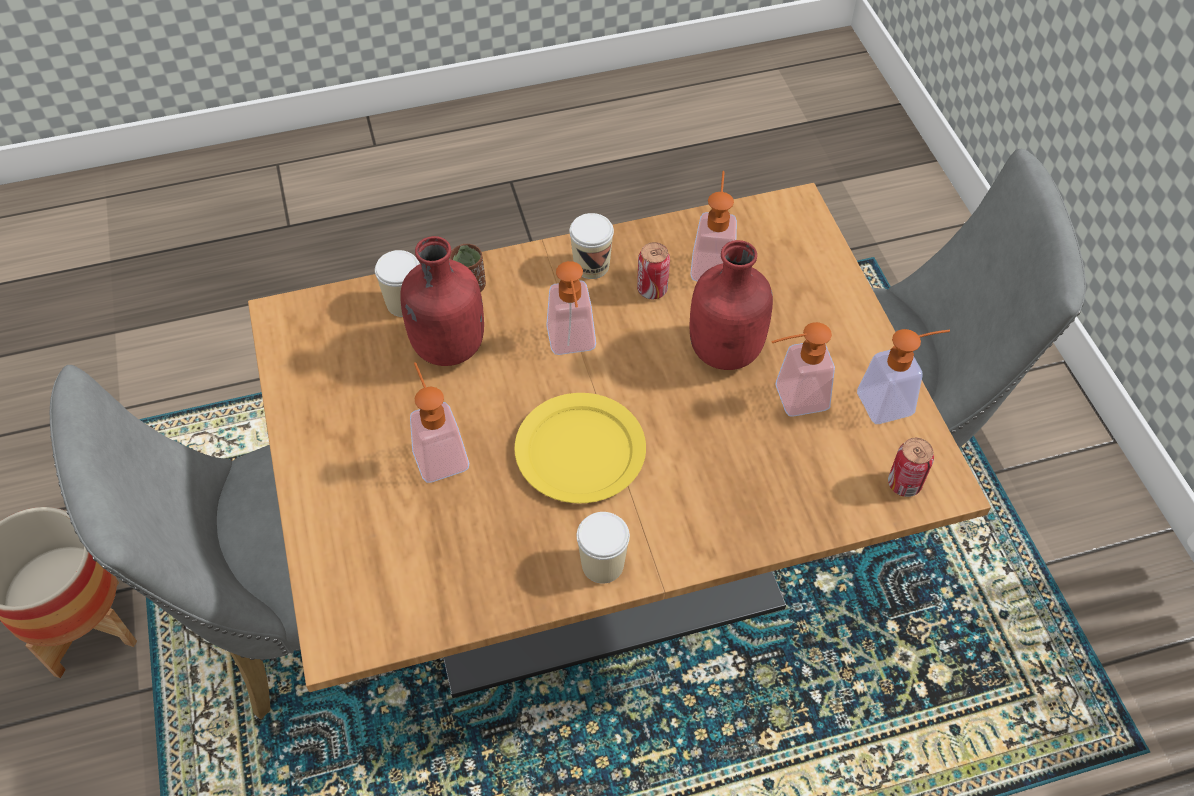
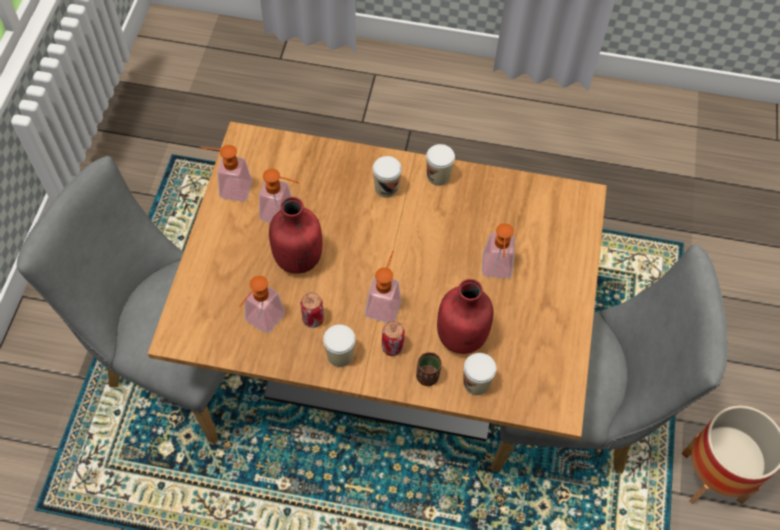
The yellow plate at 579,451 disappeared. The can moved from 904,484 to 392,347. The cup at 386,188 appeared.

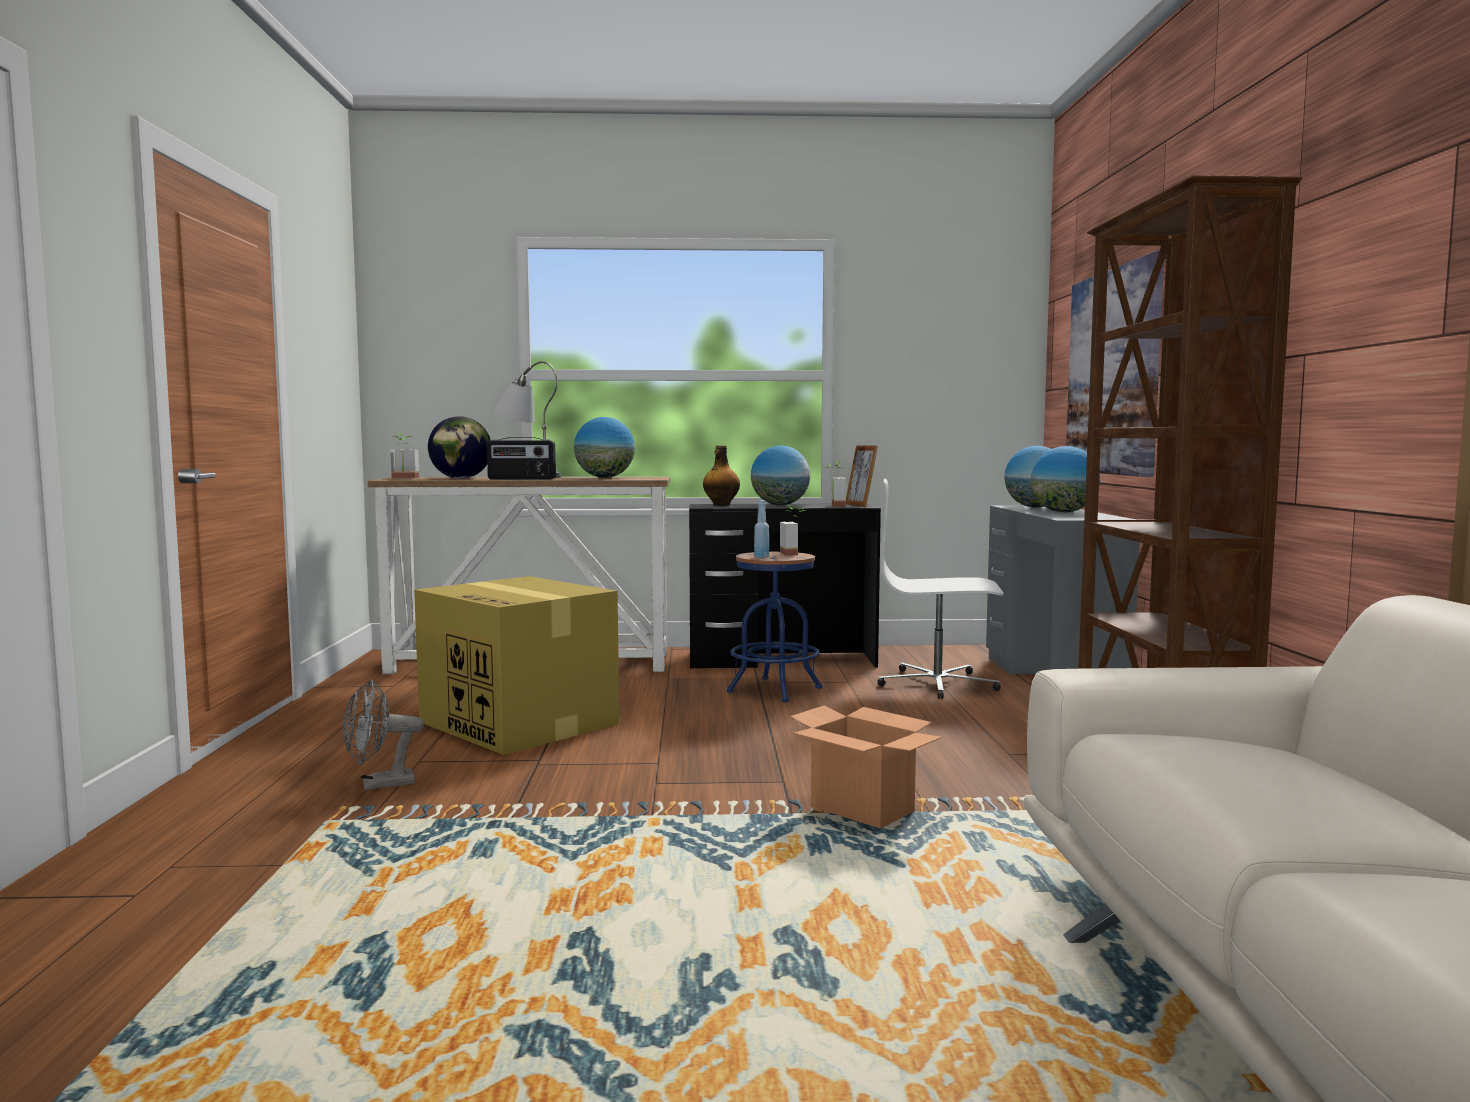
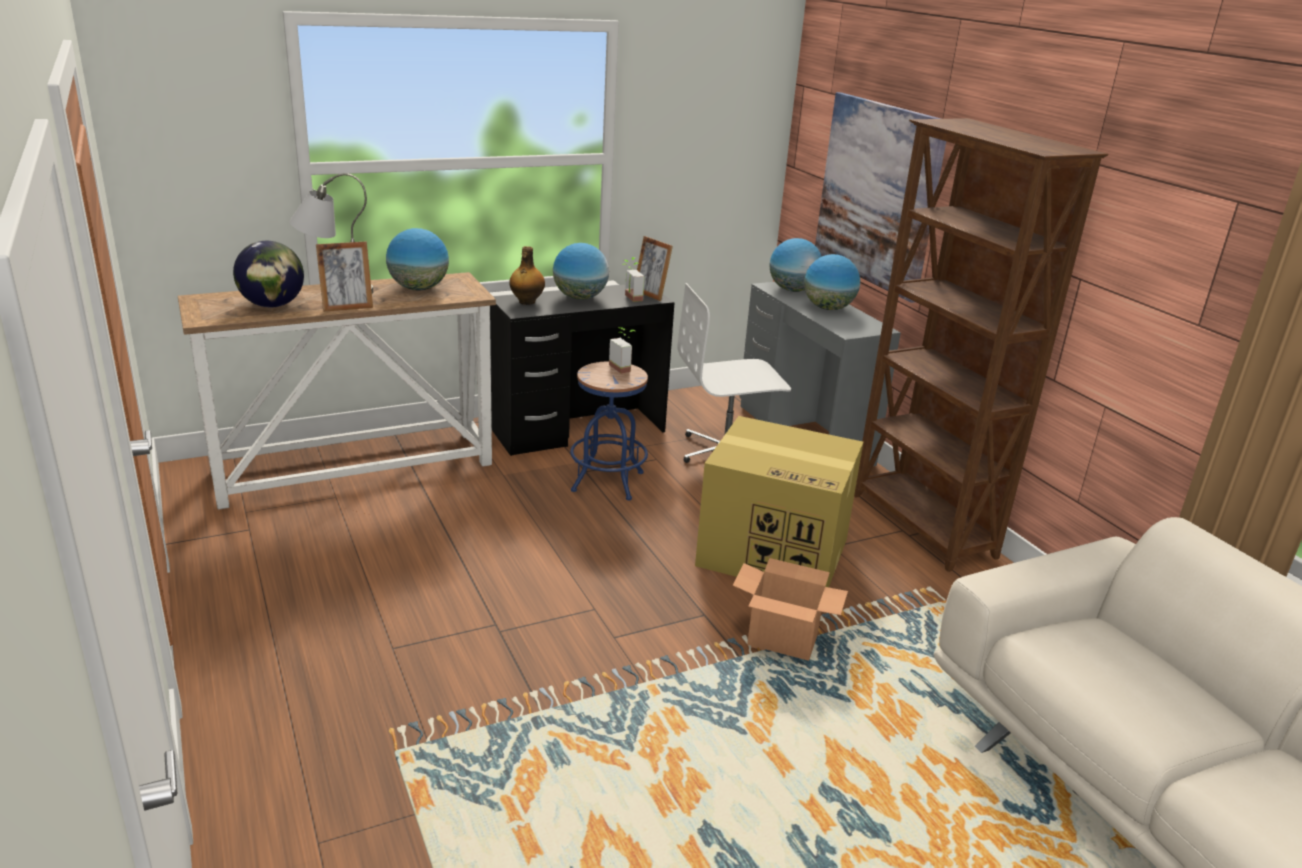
The grey fan at 379,785 disappeared. The potted plant at 403,478 disappeared. The cardboard box moved from 520,723 to 775,552. The radio at 521,479 was replaced by the picture frame at 347,307. The blue bottle at 761,557 disappeared.

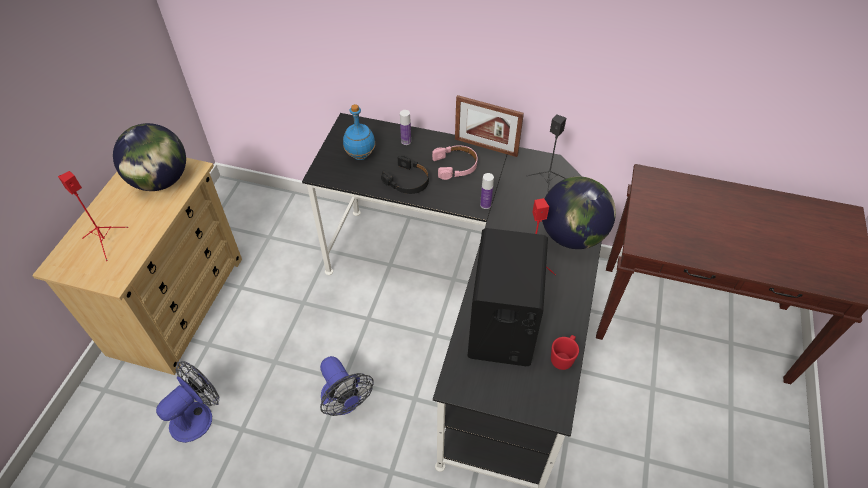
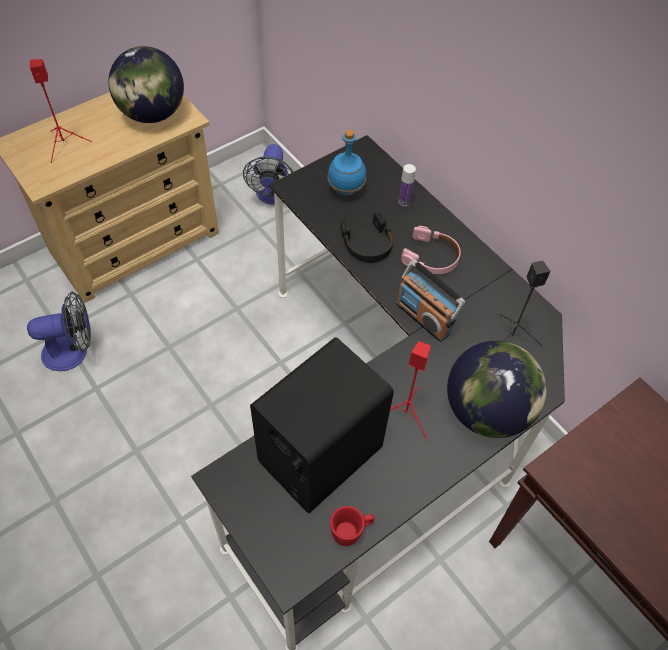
The fan moved from 344,402 to 273,196. The picture frame at 486,147 disappeared. The bottle at 485,205 was replaced by the radio at 424,317.

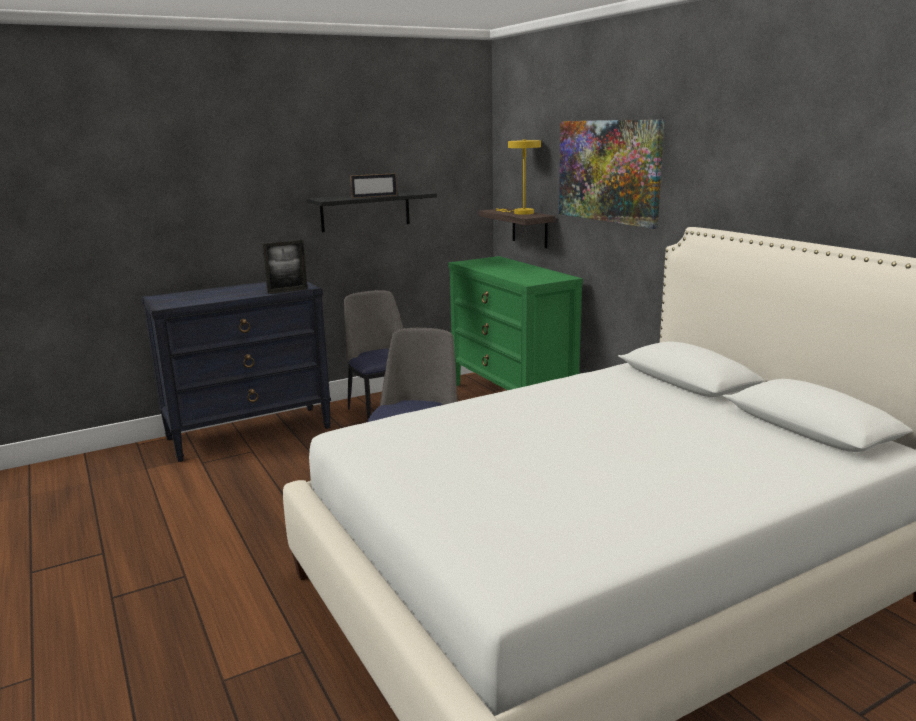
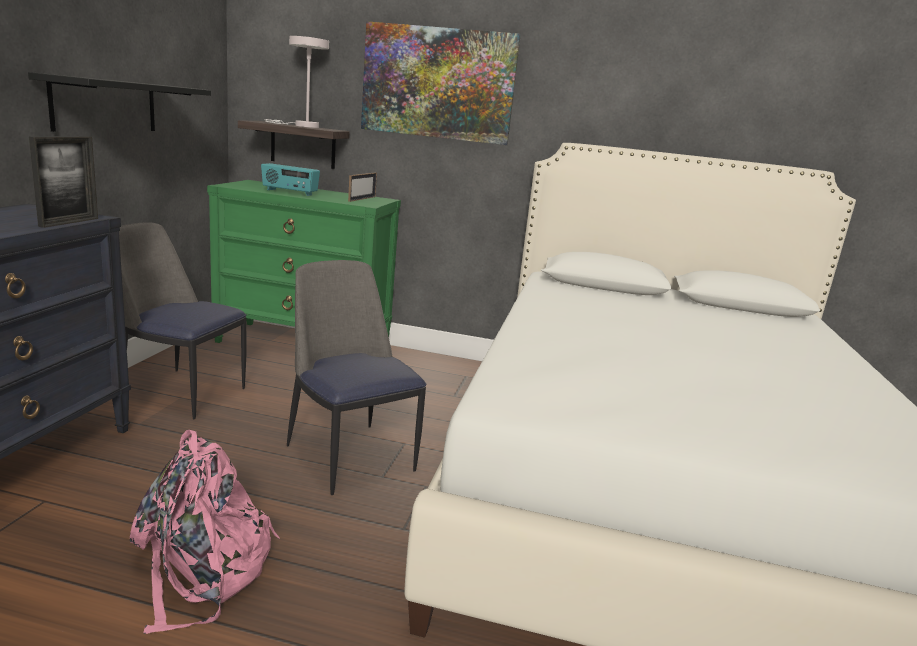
The picture frame moved from 374,196 to 362,199. The yellow table lamp at 520,213 became the white table lamp at 302,126. The pink backpack at 202,570 appeared. The radio at 289,192 appeared.

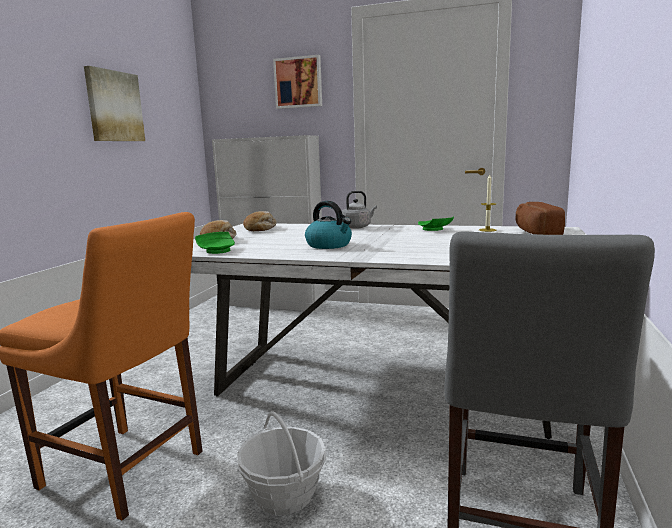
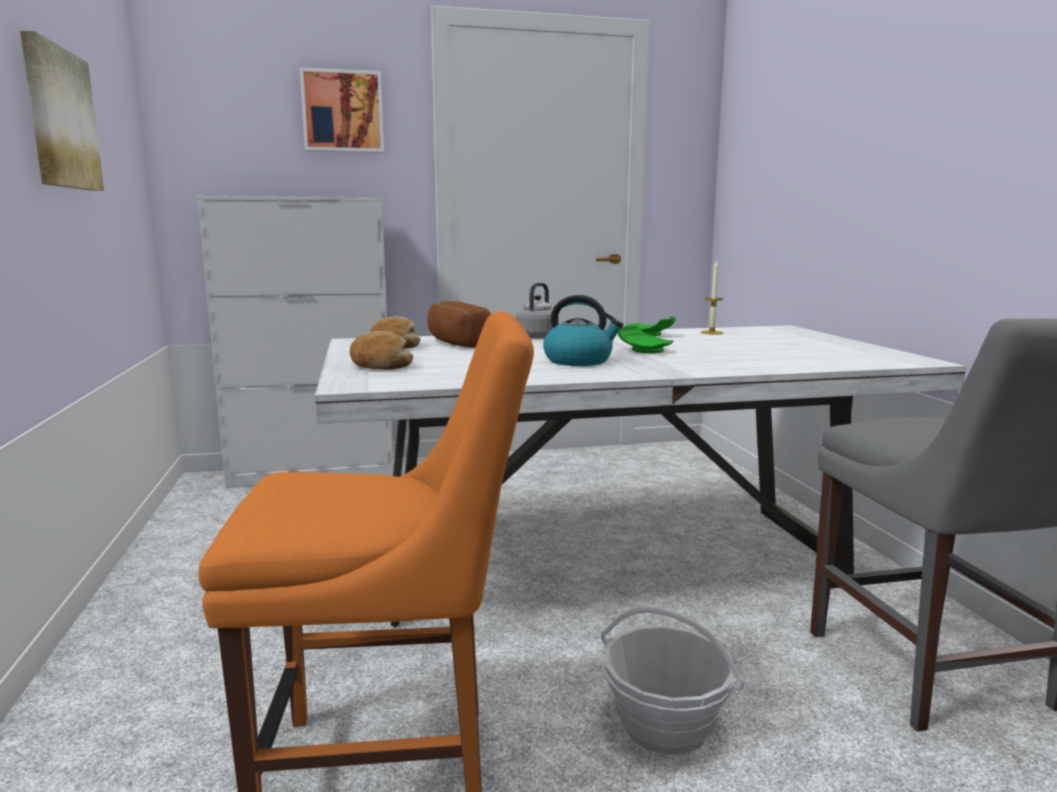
The green plate moved from 217,250 to 643,350. The bread moved from 534,232 to 454,343.

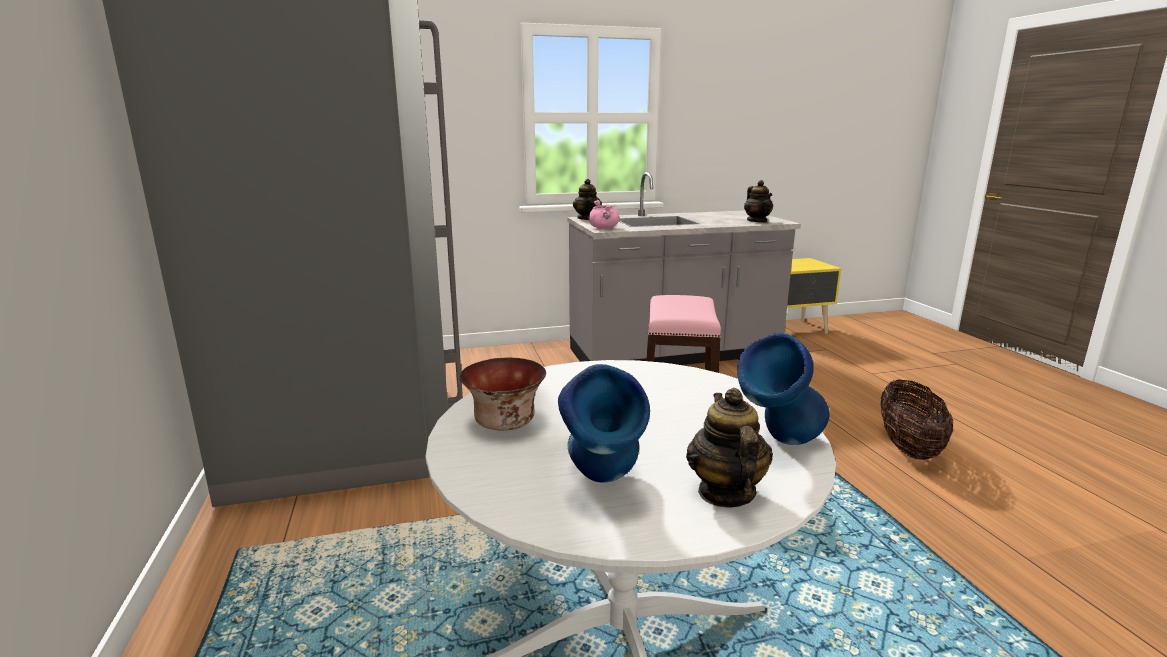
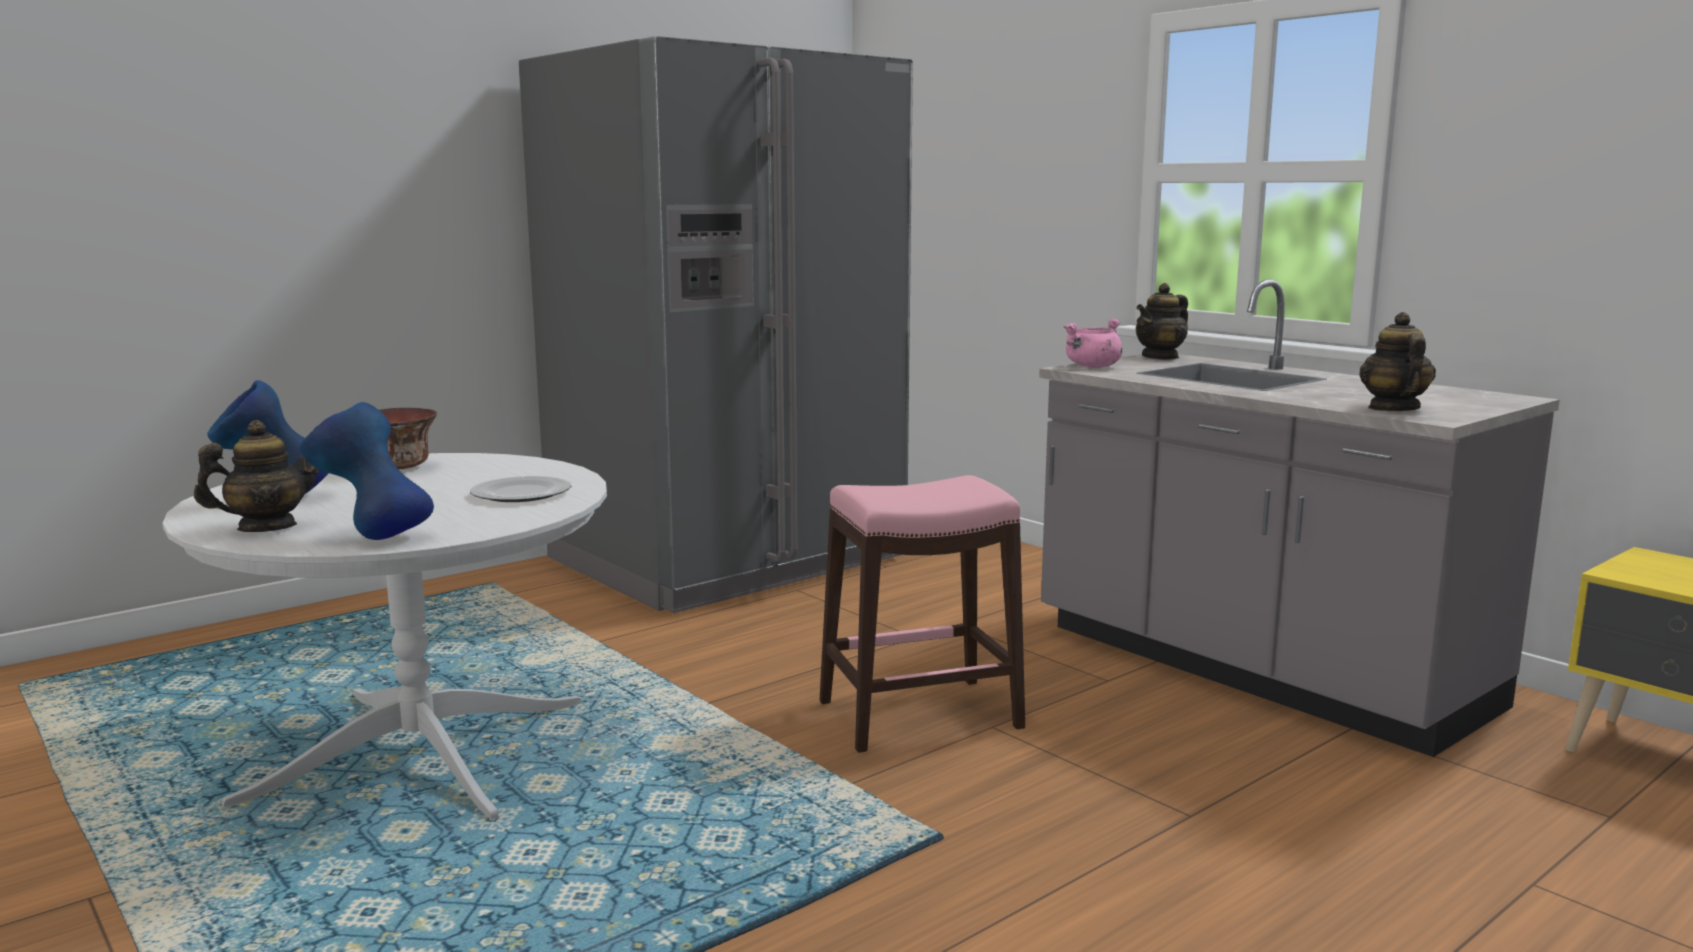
The teapot at 757,221 turned 135 degrees clockwise. The basket at 908,447 disappeared. The plate at 520,493 appeared.

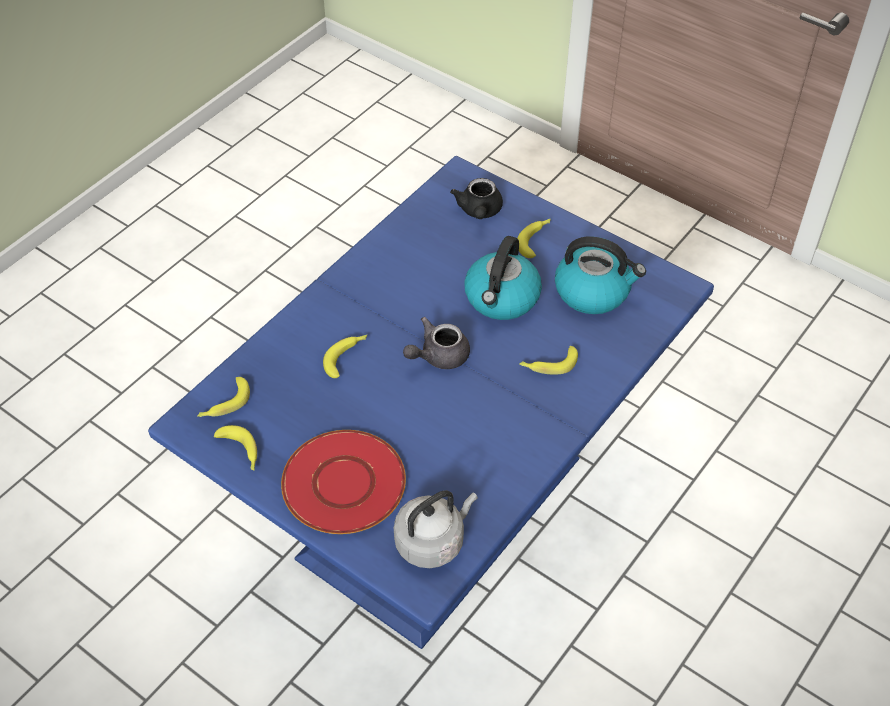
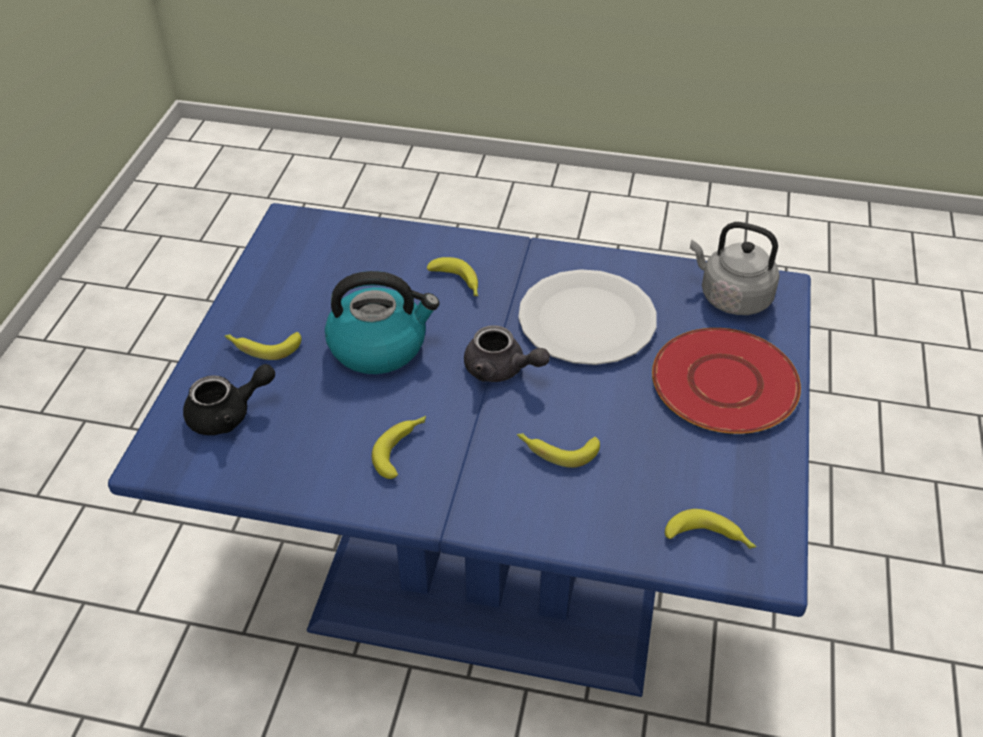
The banana moved from 240,452 to 402,449. The kettle at 593,292 disappeared. The white plate at 587,320 appeared.

